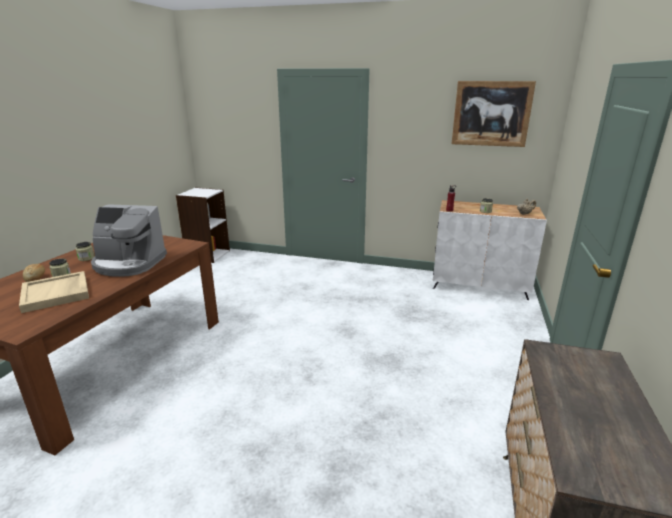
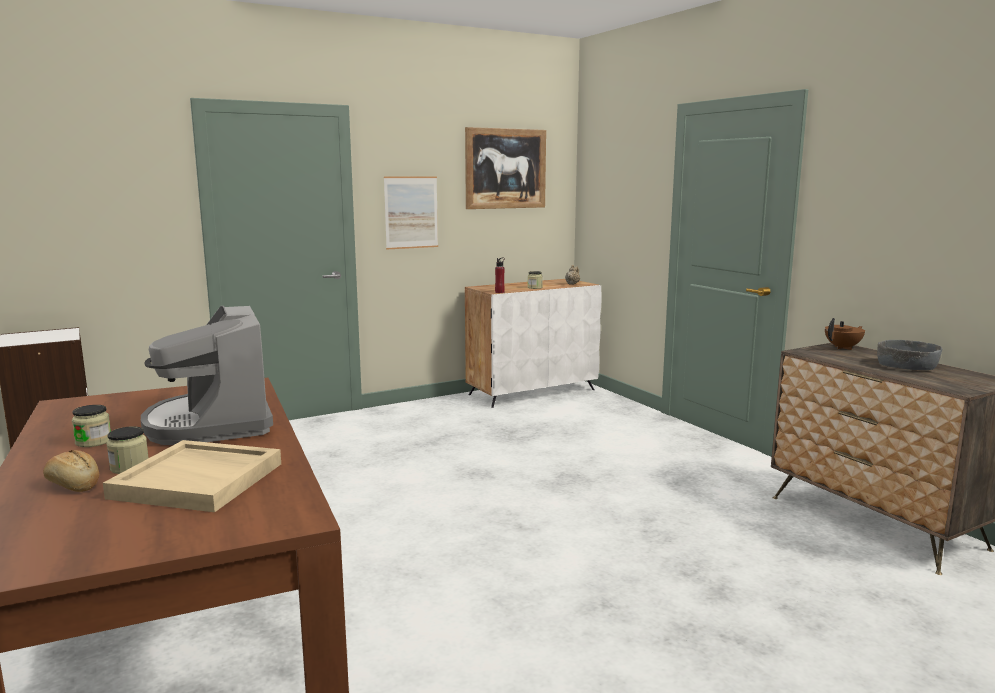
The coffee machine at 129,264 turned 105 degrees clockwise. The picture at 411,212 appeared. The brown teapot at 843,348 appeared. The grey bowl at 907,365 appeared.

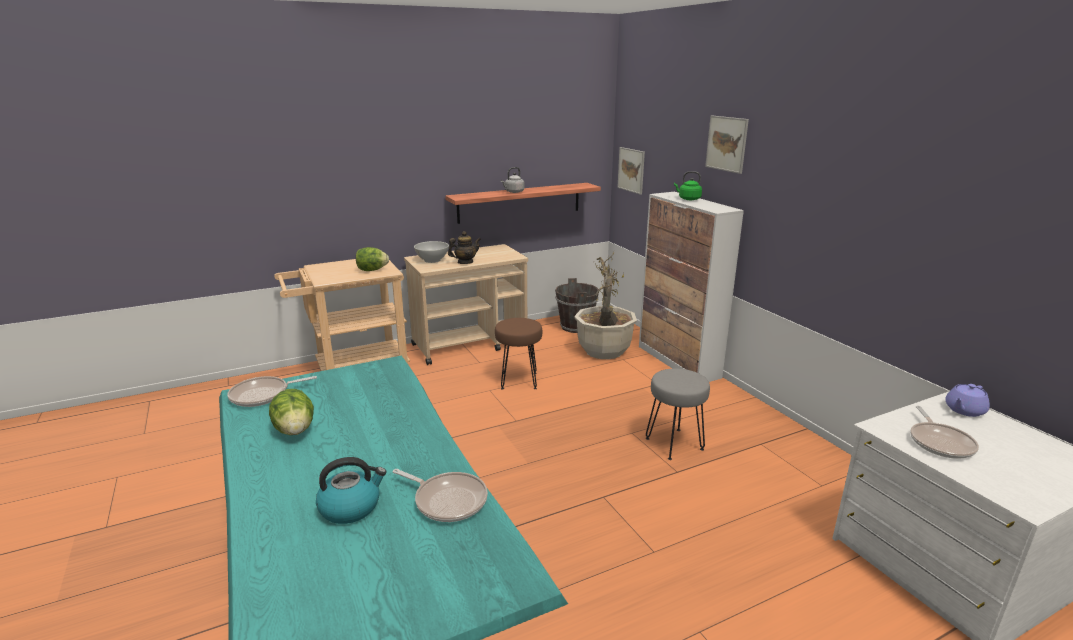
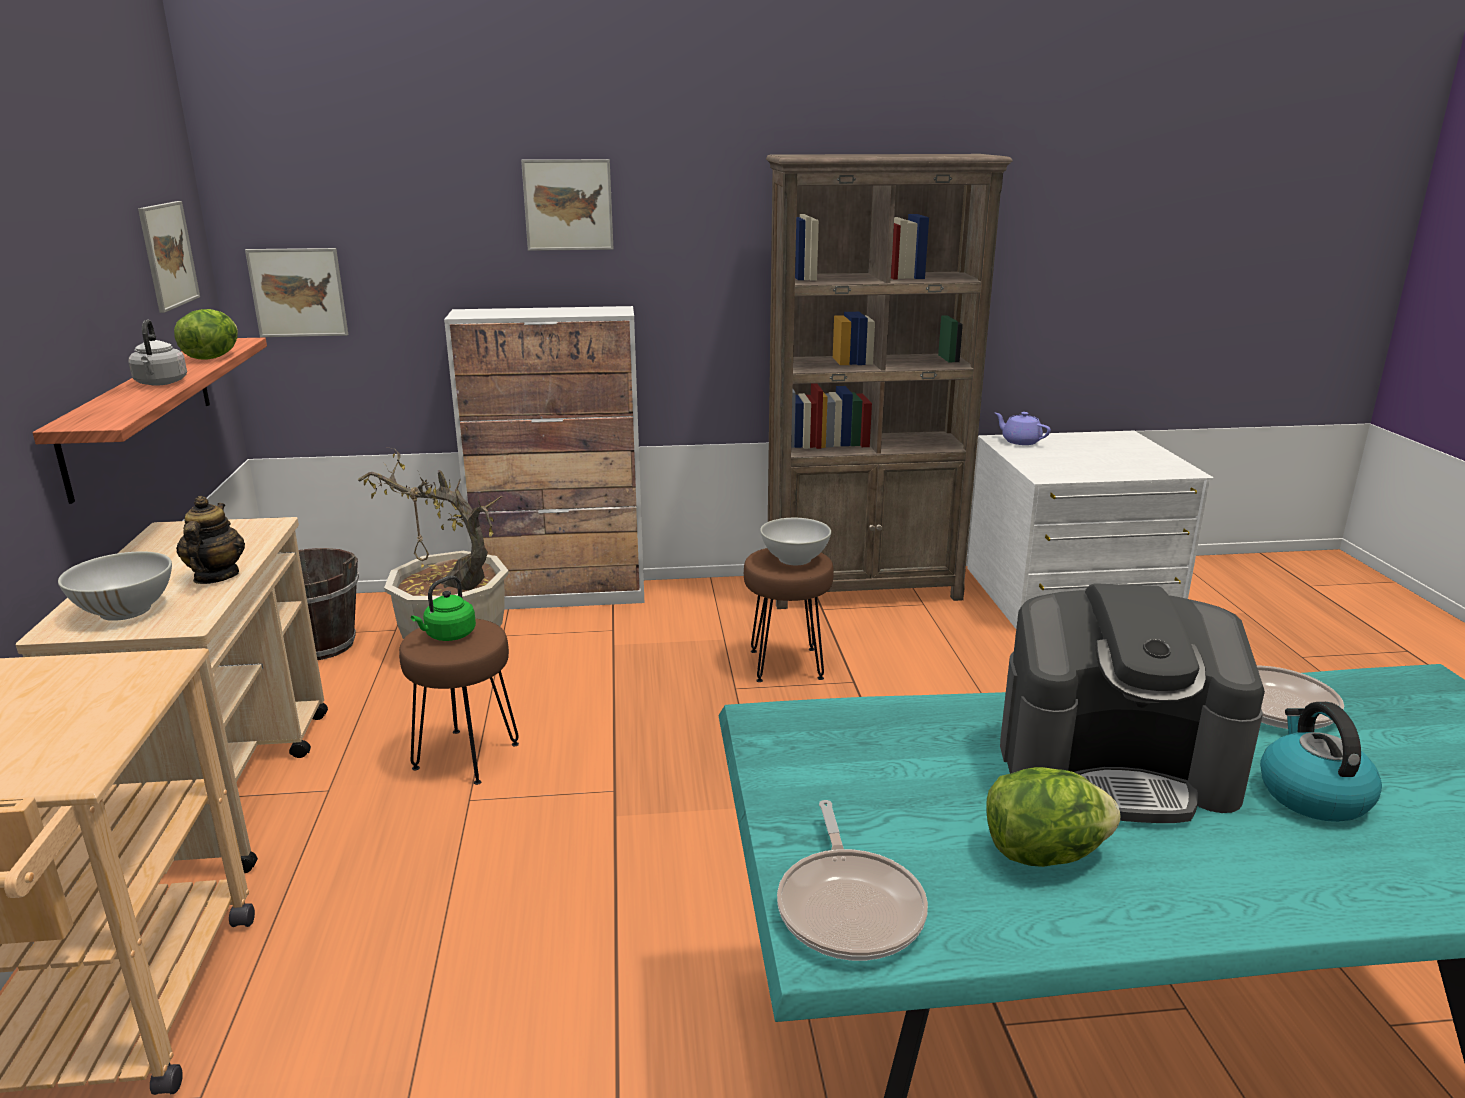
The lettuce moved from 372,270 to 212,357. The grey stool at 675,444 became the brown stool at 787,664. The green kettle moved from 688,199 to 448,635. The frying pan at 940,442 disappeared. The purple teapot at 964,410 turned 150 degrees clockwise. The picture at 168,255 appeared. The white bowl at 794,559 appeared. The brown bookcase at 864,589 appeared. The coffee machine at 1116,767 appeared.

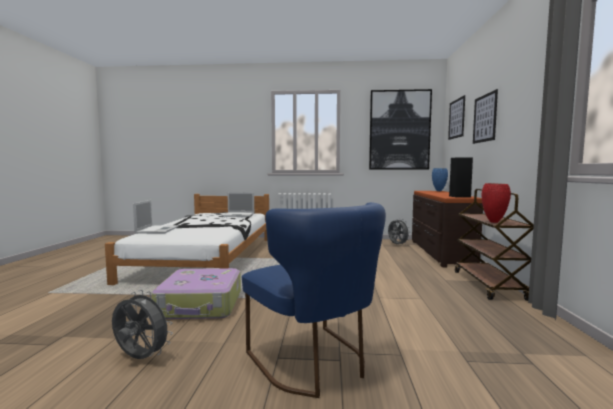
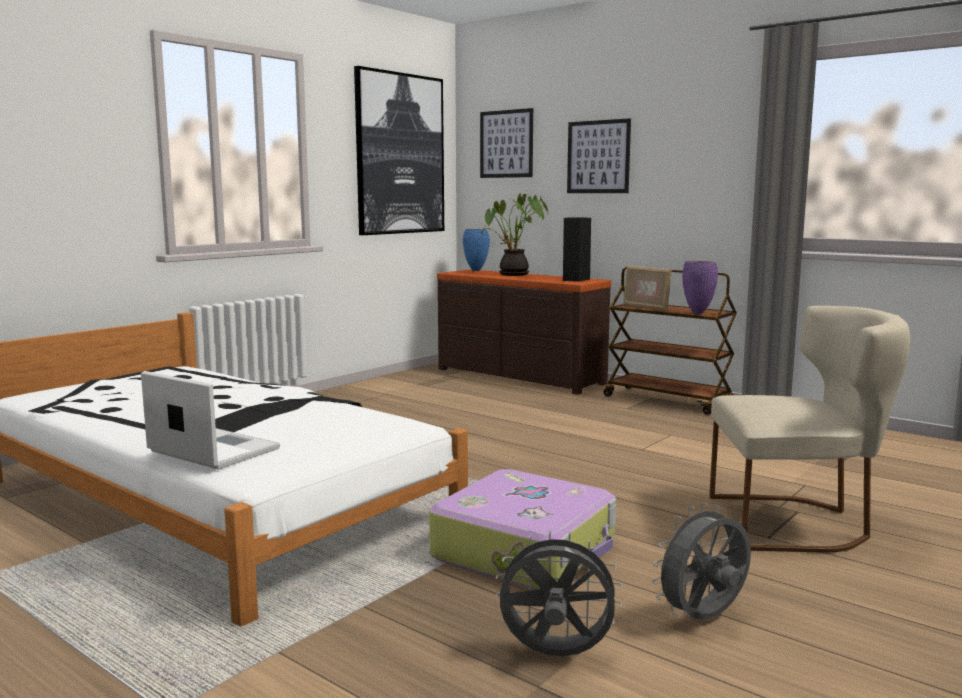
The laptop at 239,215 disappeared. The blue chair at 315,363 became the beige chair at 797,523. The grey fan moved from 397,245 to 555,656. The red vase at 494,222 became the purple vase at 698,313. The potted plant at 513,275 appeared. The picture frame at 645,308 appeared.

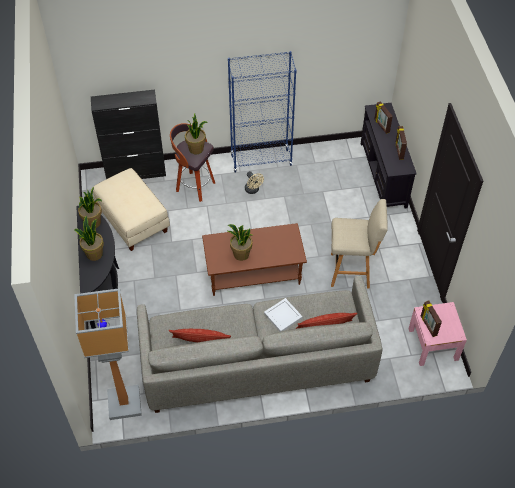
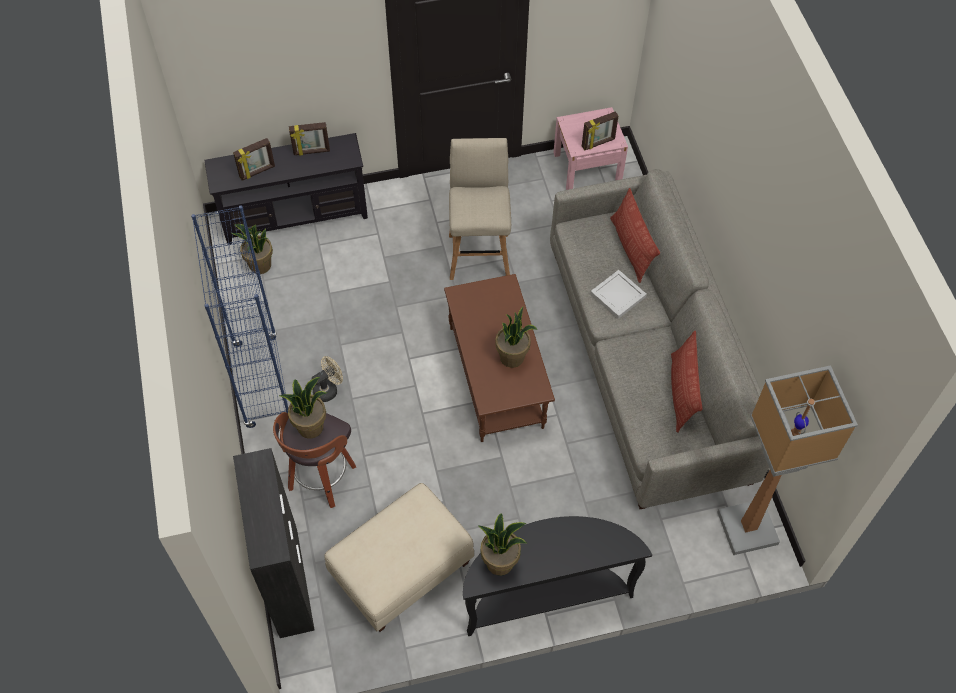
The potted plant moved from 94,254 to 260,266.

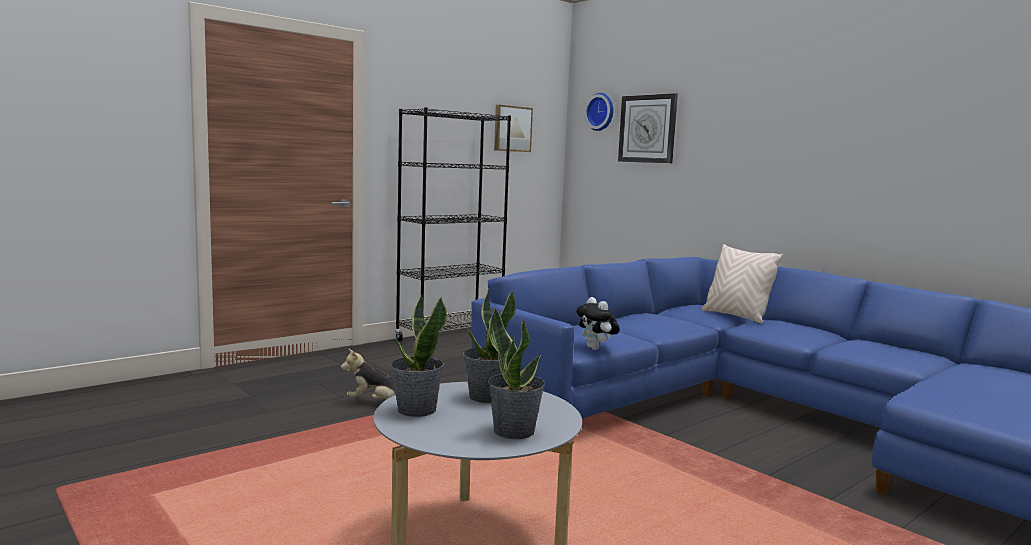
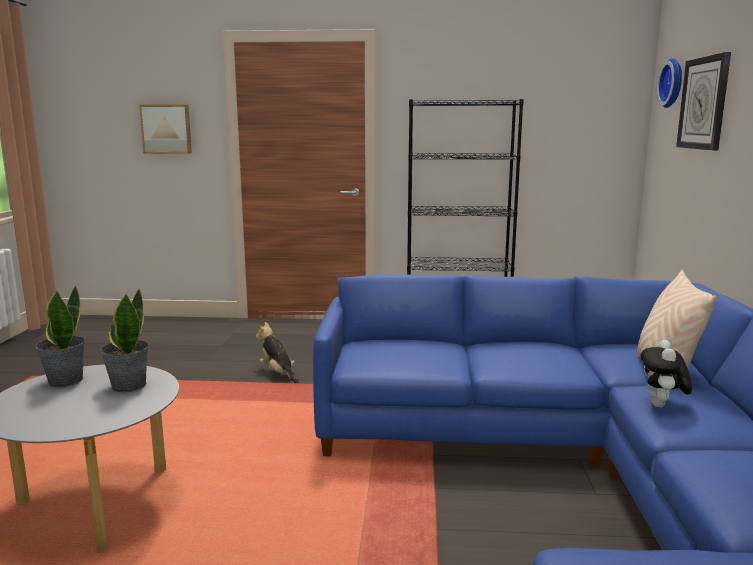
The potted plant at 514,431 disappeared. The picture moved from 512,129 to 166,129. The plush toy moved from 596,348 to 662,406.

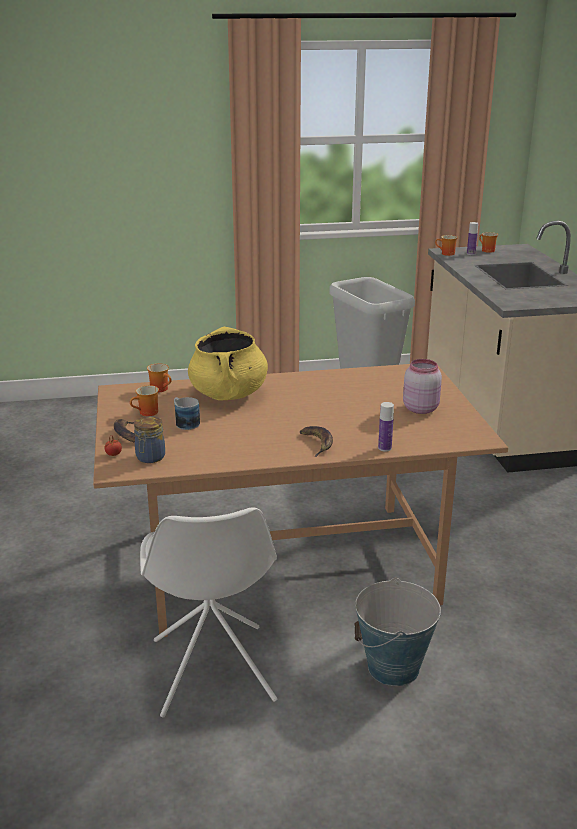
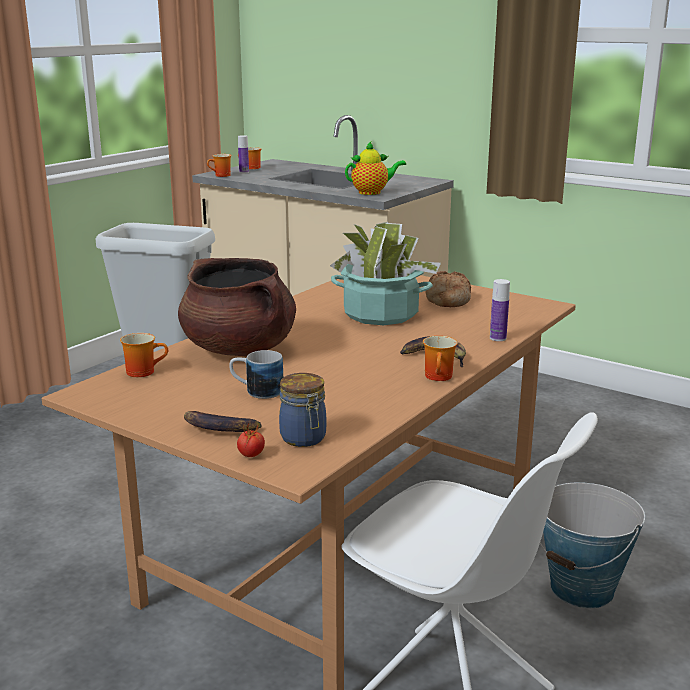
The mug moved from 147,413 to 440,377. The yellow cooking pot at 228,394 became the brown cooking pot at 240,349. The pink jar at 420,408 was replaced by the bread at 446,300. The potted plant at 380,314 appeared. The teapot at 372,192 appeared.

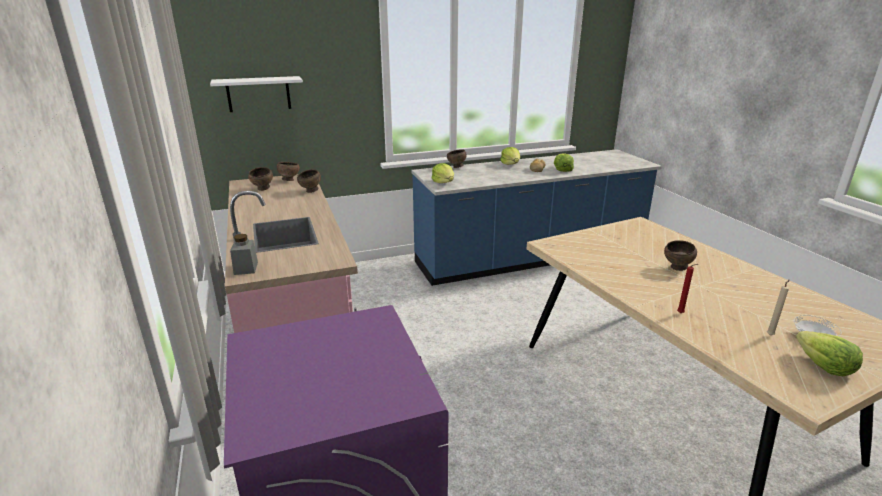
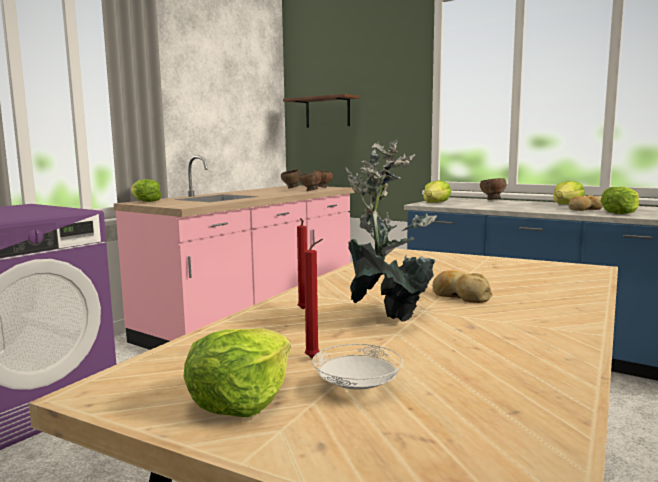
The white shelf at 258,94 became the brown shelf at 327,112. The grey jar at 246,268 was replaced by the lettuce at 145,201. The brown bowl at 677,268 was replaced by the bread at 460,296. The beige candle at 770,334 became the red candle at 314,358. The potted plant at 388,316 appeared.

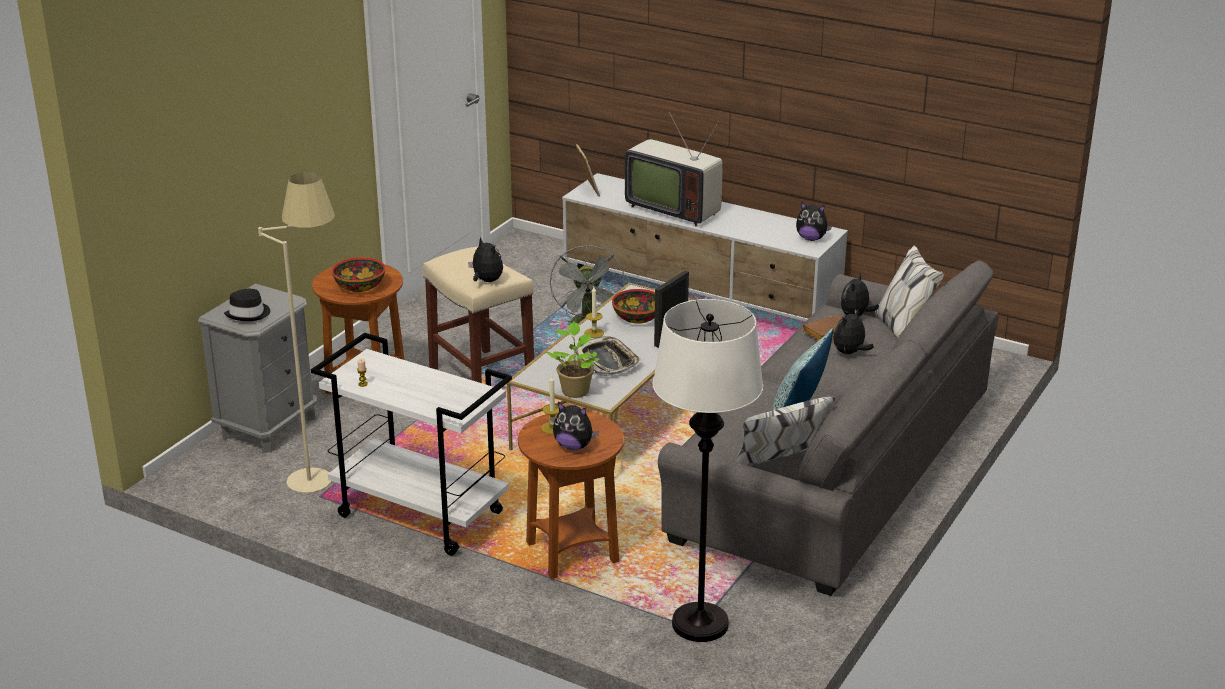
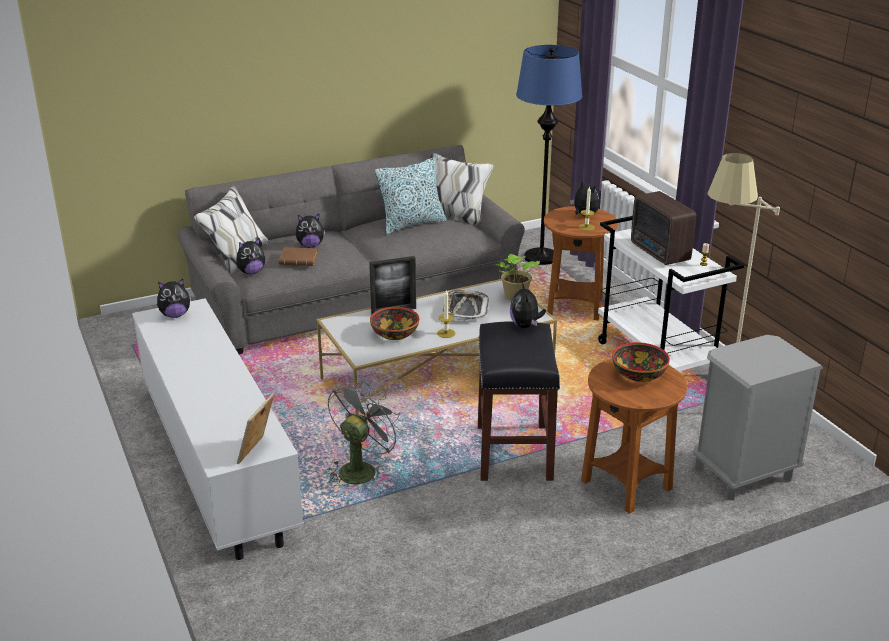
The black hat at 249,314 disappeared. The beige stool at 480,376 became the black stool at 515,453. The television at 674,208 disappeared. The white floor lamp at 699,624 became the blue floor lamp at 541,258. The plush toy at 811,238 turned 105 degrees clockwise. The radio at 659,253 appeared.

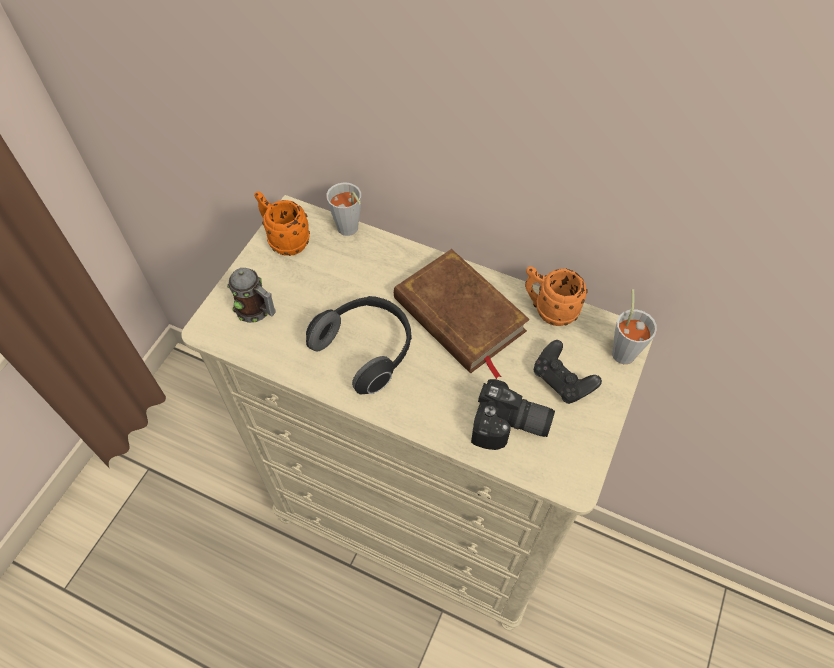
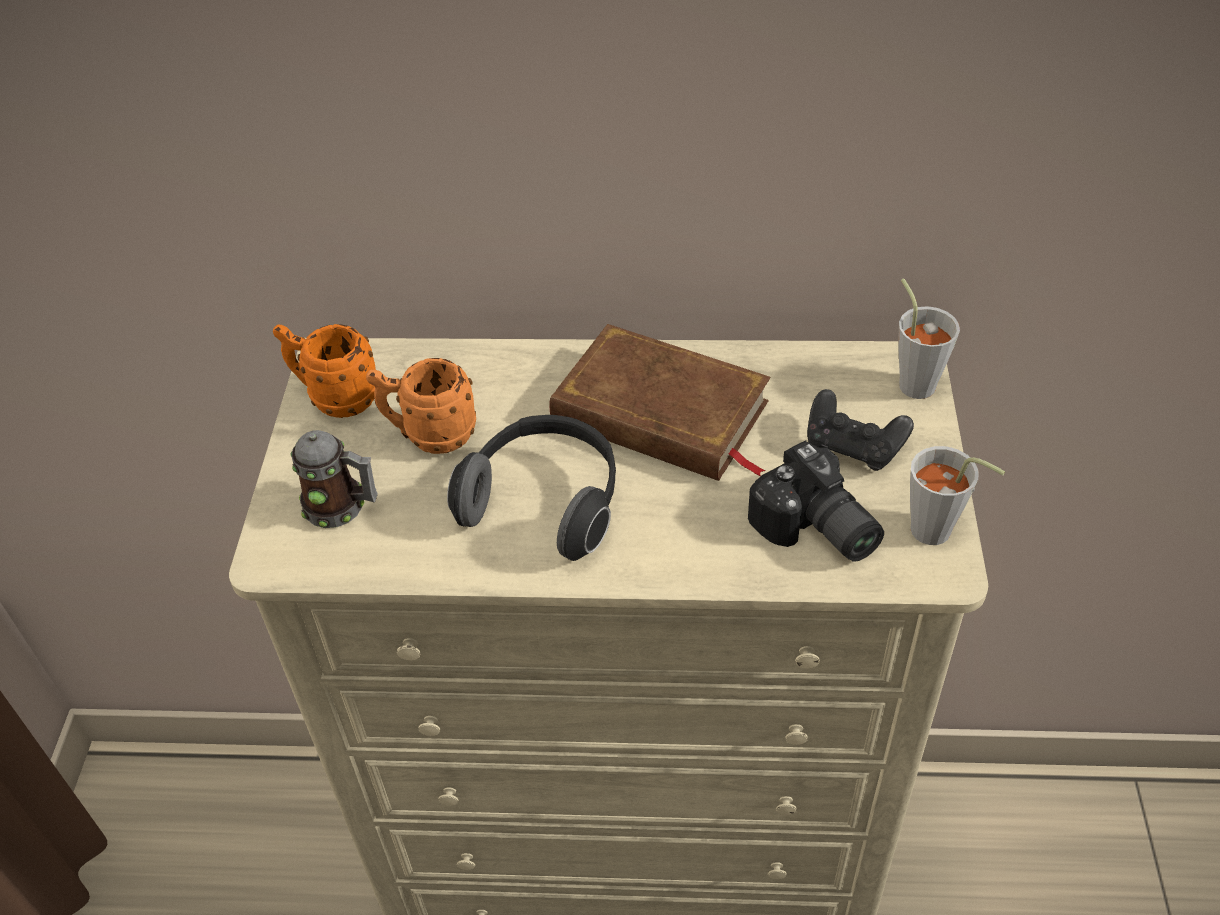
The grey cup moved from 349,231 to 939,534. The photo camera at 510,427 turned 60 degrees clockwise. The orange mug moved from 548,309 to 429,435.

